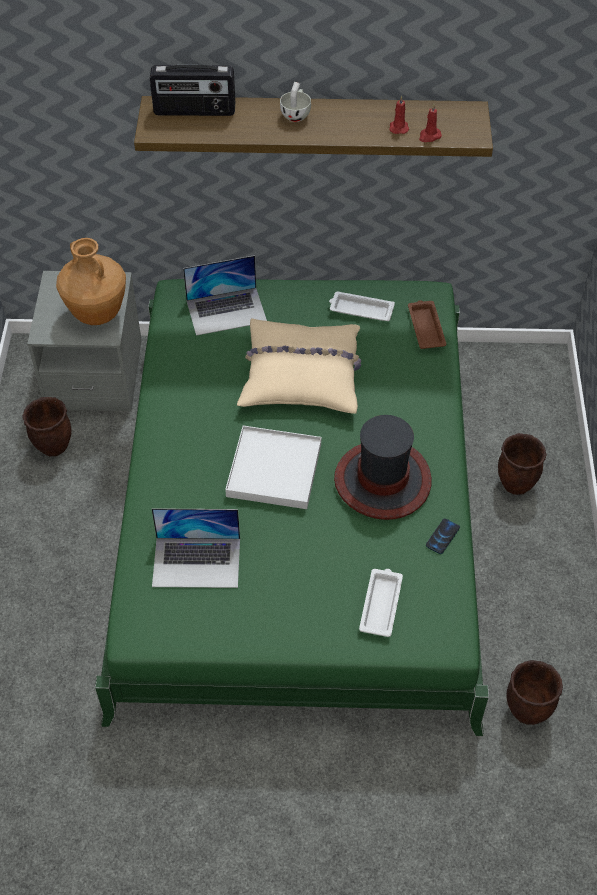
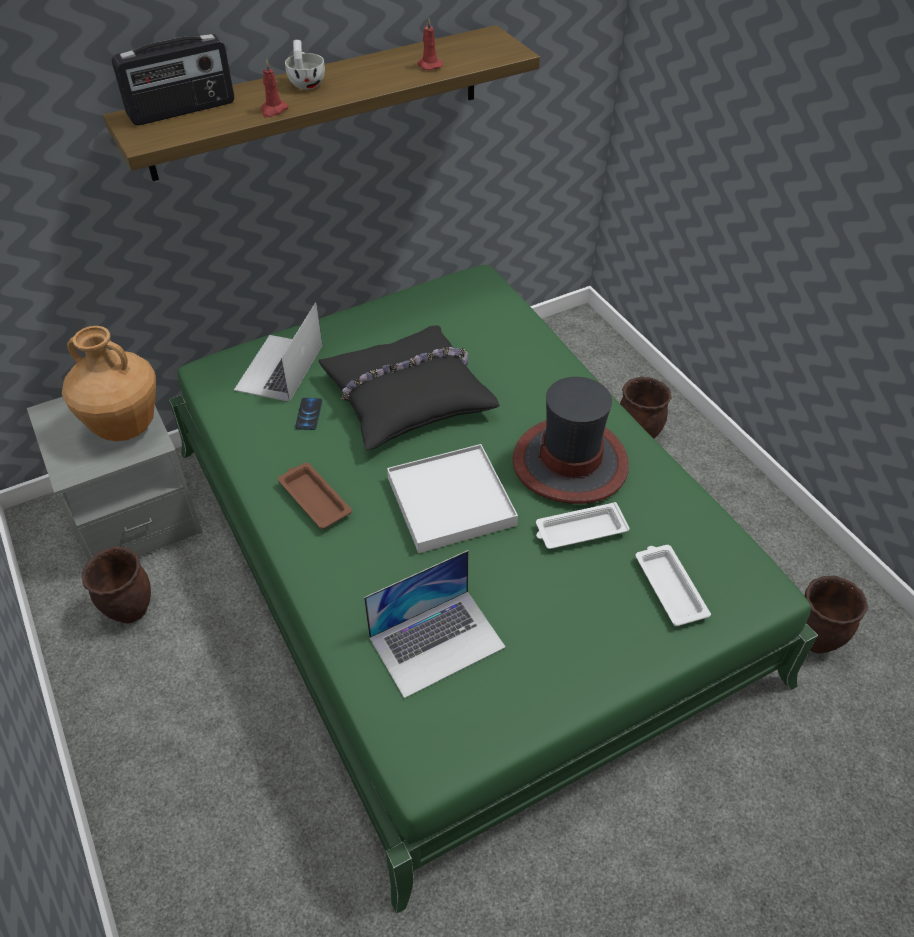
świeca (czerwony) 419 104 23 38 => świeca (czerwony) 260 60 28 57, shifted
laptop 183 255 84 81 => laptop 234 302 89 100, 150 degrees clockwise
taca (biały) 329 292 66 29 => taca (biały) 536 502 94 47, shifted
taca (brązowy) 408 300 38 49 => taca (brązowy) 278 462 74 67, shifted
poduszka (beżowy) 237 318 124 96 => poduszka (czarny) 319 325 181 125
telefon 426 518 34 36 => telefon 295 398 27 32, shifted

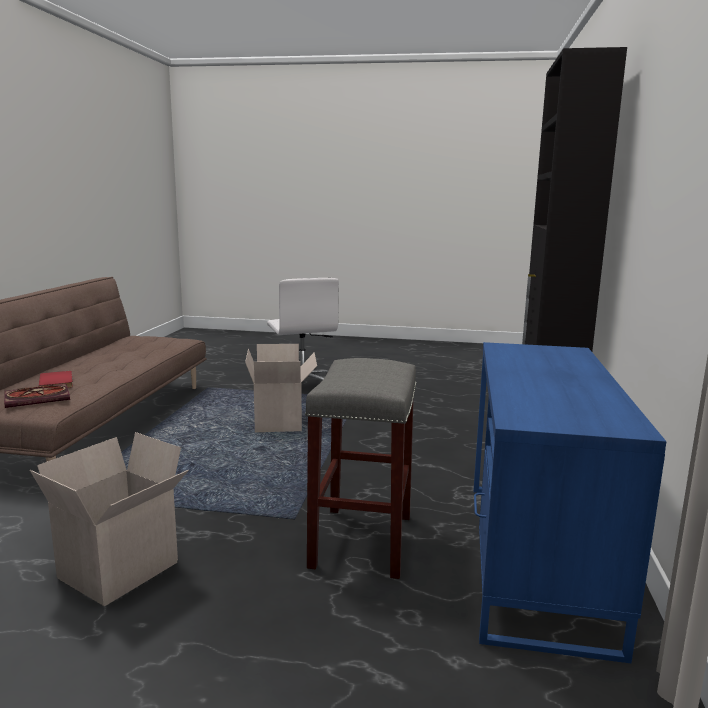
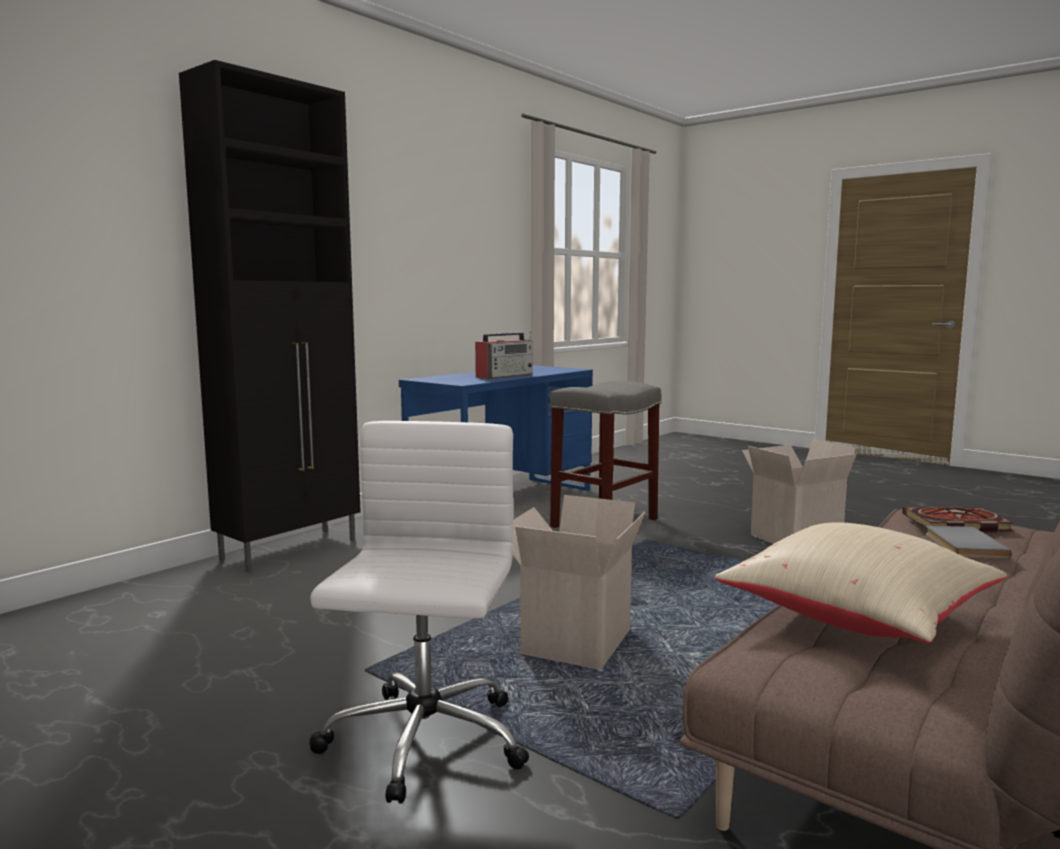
książka (czerwony) 39 371 34 17 => książka (szary) 925 526 86 33
nothing => radio 475 330 58 49
nothing => poduszka (beżowy) 715 522 292 121

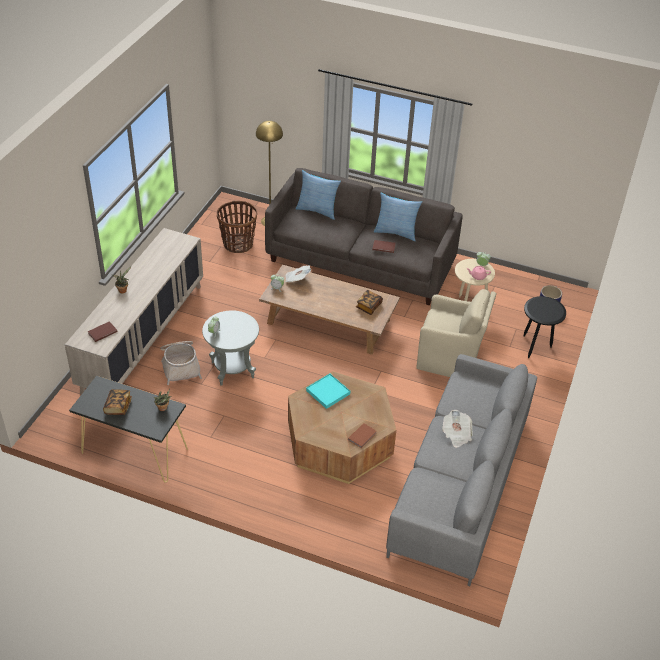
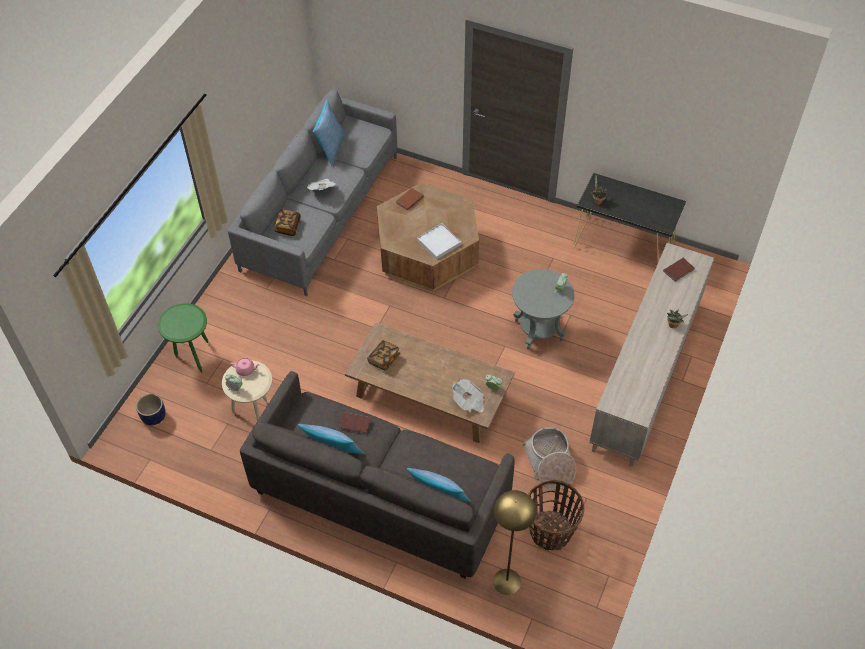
fotel (beżowy) 417 289 79 88 => nothing
stolik (czarny) 524 296 42 63 => stolik (zielony) 158 303 50 70
koszyk 160 341 42 44 => koszyk 522 427 54 63, shifted
taca (turkusowy) 306 374 44 35 => taca (biały) 417 223 44 37
książka 103 389 29 26 => książka 275 209 26 27, shifted
nothing => poduszka 313 99 32 67

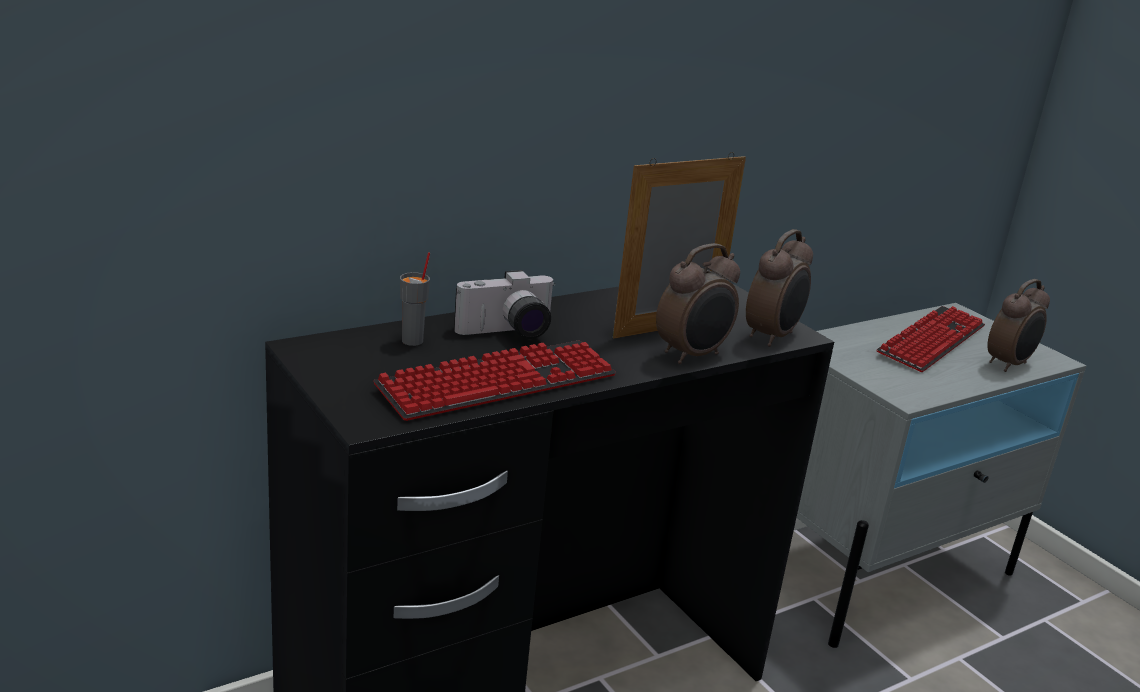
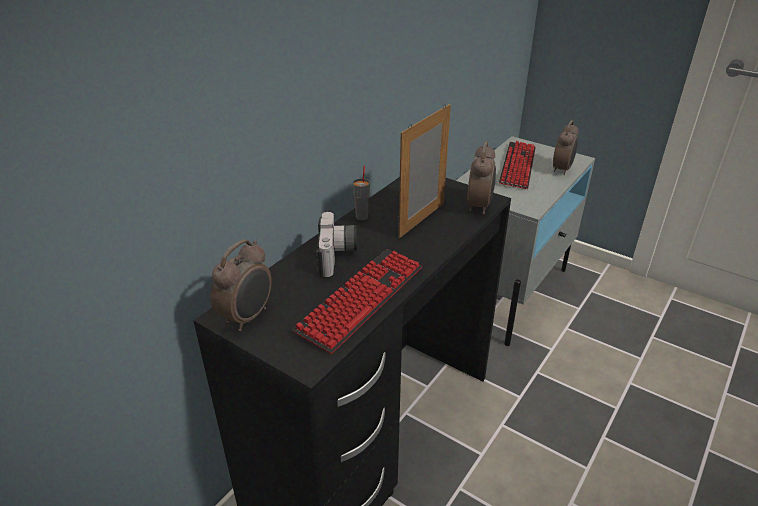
budzik 656 243 84 121 => budzik 211 239 61 93, shifted
filiżanka (szary) 400 252 30 94 => filiżanka (szary) 353 166 17 54, shifted
aparat fotograficzny 454 270 102 69 => aparat fotograficzny 316 212 41 65, 45 degrees counterclockwise

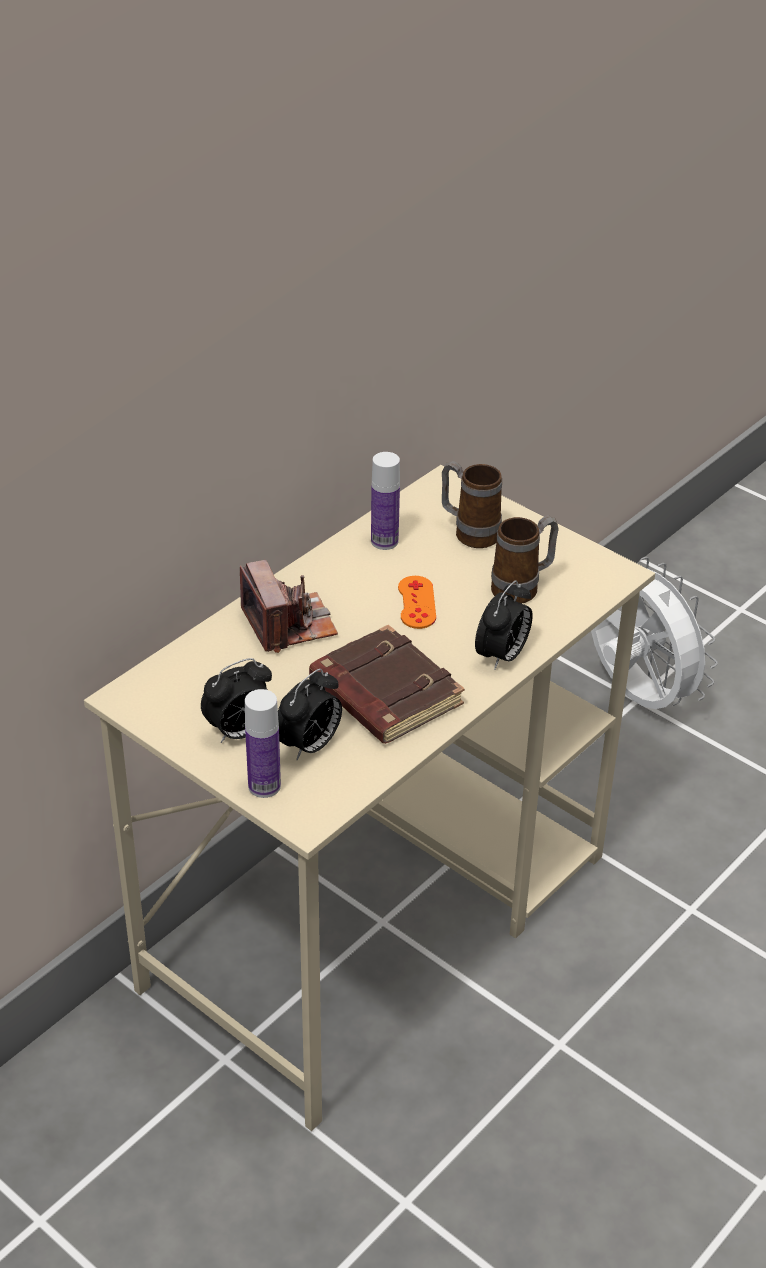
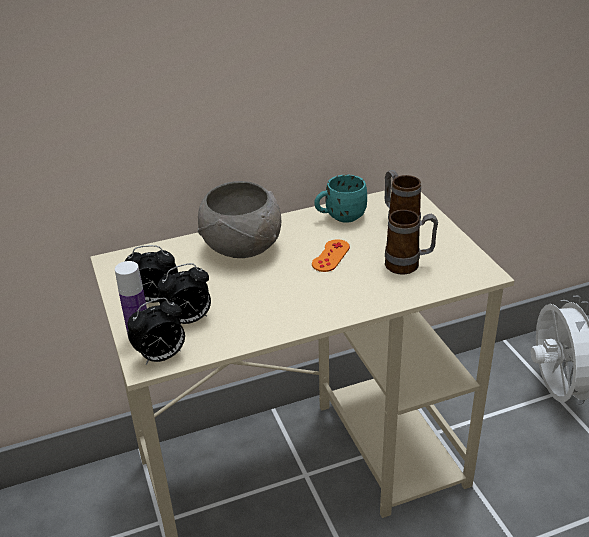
butelka 371 452 29 98 => kubek (turkusowy) 314 174 53 49
aparat fotograficzny 240 560 98 93 => miska (szary) 197 181 84 77
budzik 475 580 58 90 => budzik 127 298 58 67, shifted
książka (brązowy) 309 625 156 119 => nothing

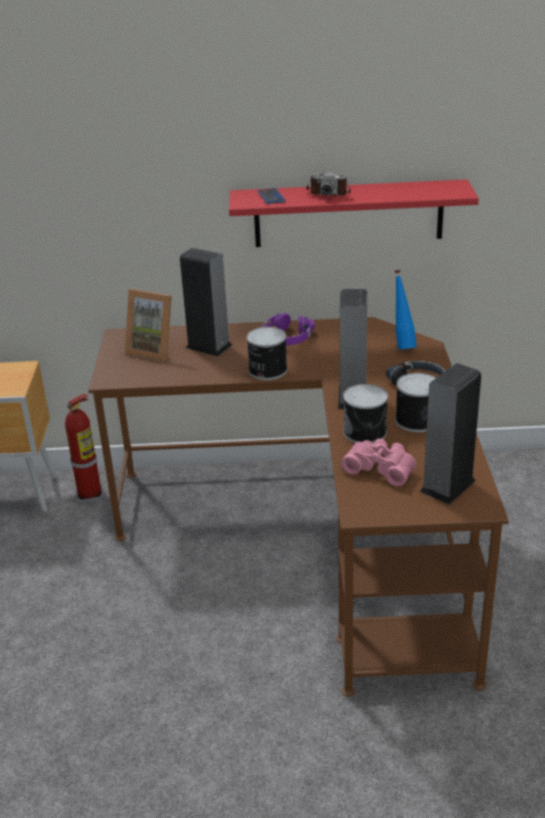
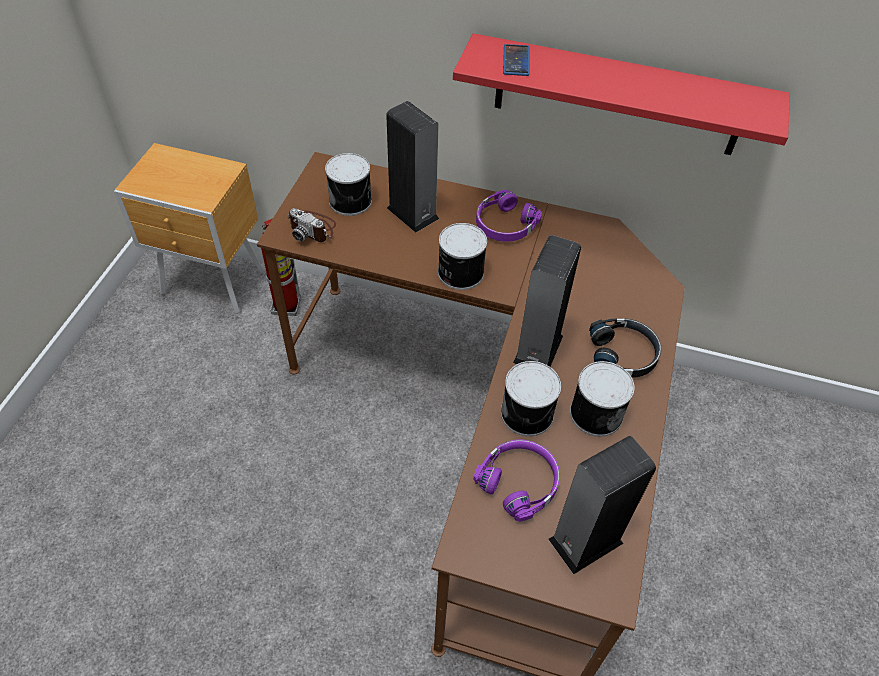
aparat fotograficzny 306 172 45 24 => aparat fotograficzny 288 208 48 34, shifted
butelka (niebieski) 394 270 23 79 => nothing
ramka na zdjęcie 125 289 47 72 => puszka 325 153 47 63
lornetka (różowy) 341 439 75 48 => słuchawki (fioletowy) 473 439 87 83

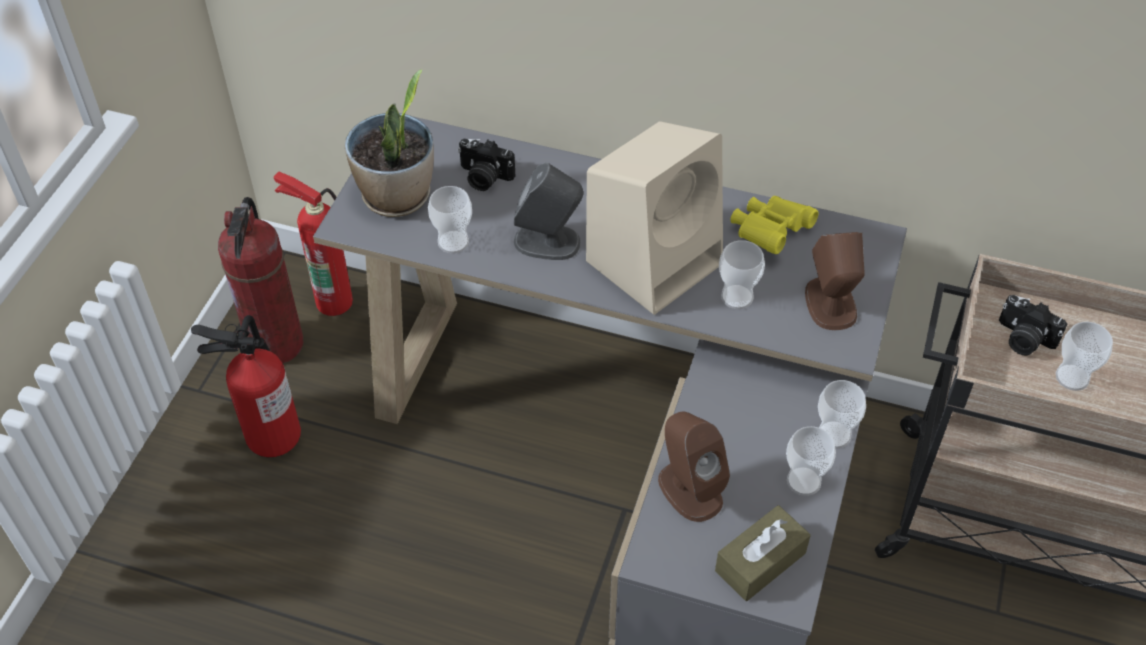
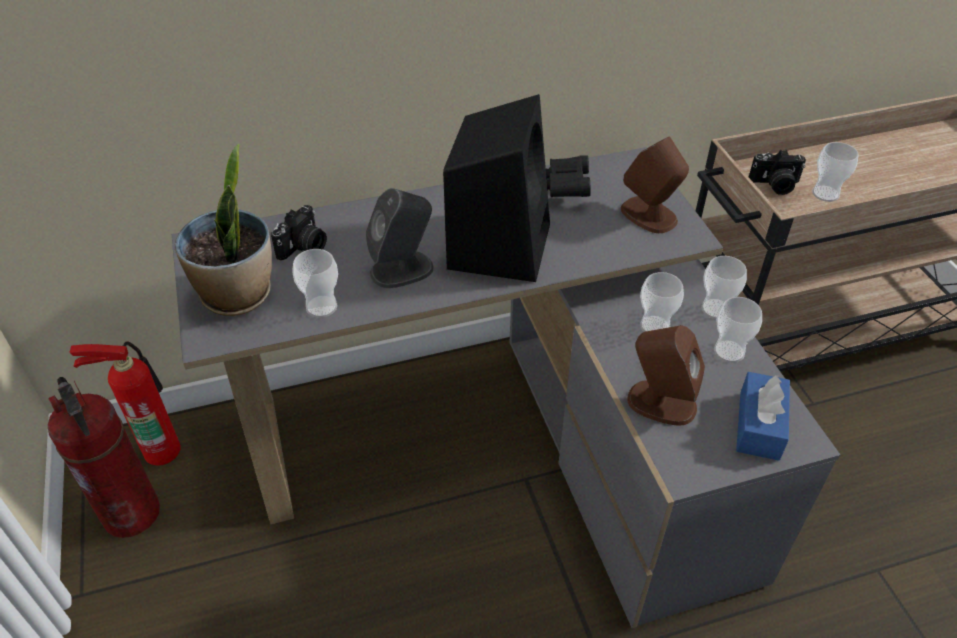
głośnik (beżowy) 586 121 137 194 => głośnik (czarny) 443 94 107 188
aparat fotograficzny 458 138 57 53 => aparat fotograficzny 271 205 56 56, 45 degrees counterclockwise
lornetka (żółty) 730 196 88 58 => lornetka (czarny) 546 155 45 42
filiżanka 719 240 46 69 => filiżanka 640 272 44 60, shifted
gaśnica 191 315 110 142 => nothing
pudełko chusteczek (brązowy) 715 505 96 96 => pudełko chusteczek (niebieski) 736 372 54 89

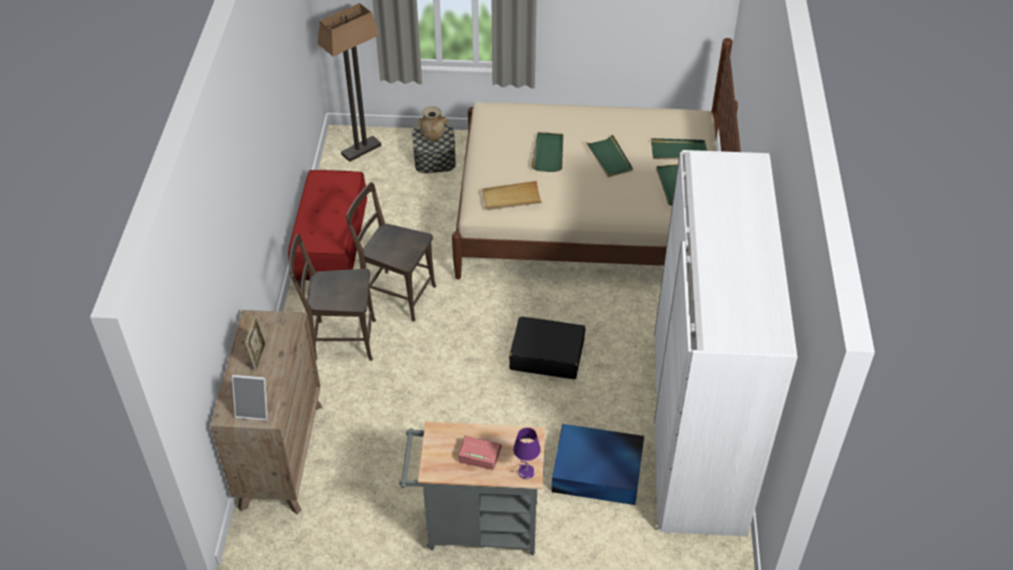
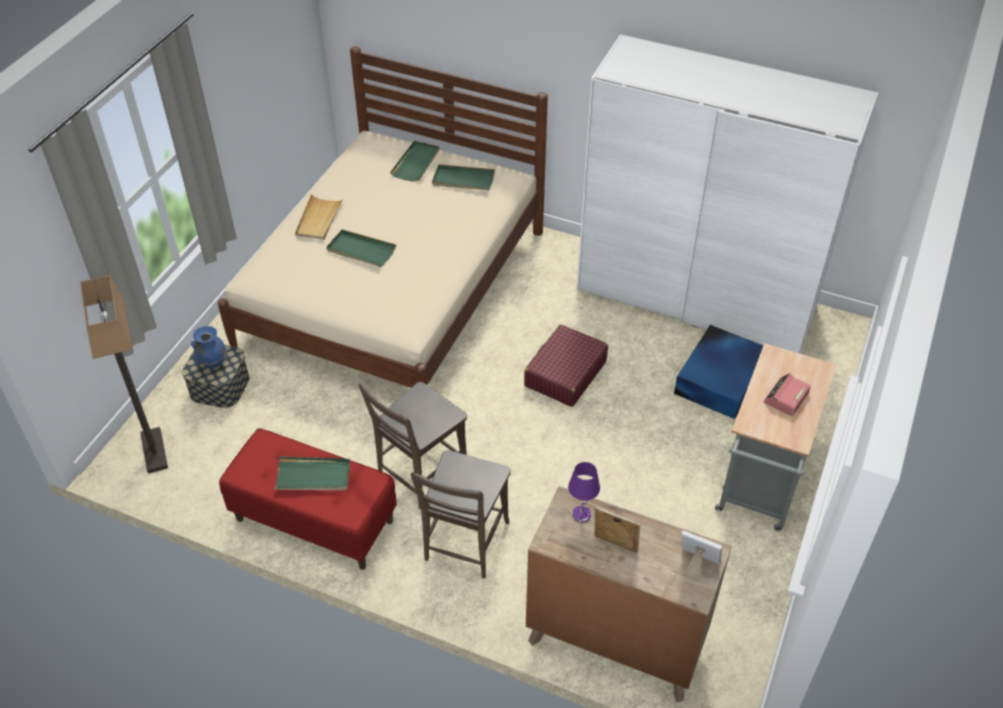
wazon (beżowy) 417 106 31 36 => wazon (niebieski) 191 326 36 42
taca (zielony) 585 134 48 43 => taca (zielony) 274 456 76 34, shifted
taca (beżowy) 482 181 60 29 => taca (beżowy) 295 194 48 46, shifted
walizka (czarny) 509 317 76 62 => walizka (czerwony) 524 325 84 82
ramka na zdjęcie 232 375 36 46 => ramka na zdjęcie 681 531 41 52, 90 degrees counterclockwise
lampa stołowa (fioletowy) 513 428 28 51 => lampa stołowa (fioletowy) 568 462 32 61, shifted

